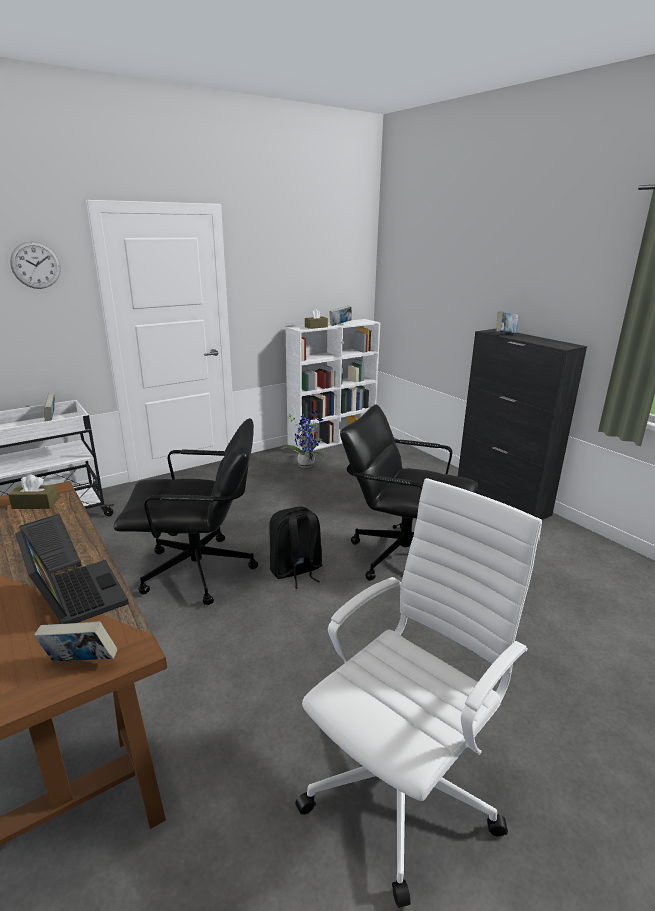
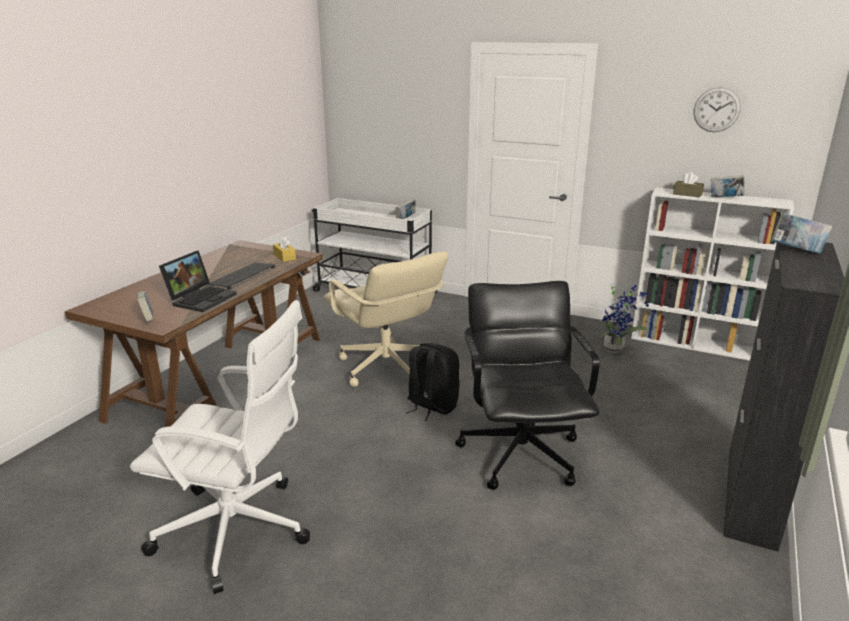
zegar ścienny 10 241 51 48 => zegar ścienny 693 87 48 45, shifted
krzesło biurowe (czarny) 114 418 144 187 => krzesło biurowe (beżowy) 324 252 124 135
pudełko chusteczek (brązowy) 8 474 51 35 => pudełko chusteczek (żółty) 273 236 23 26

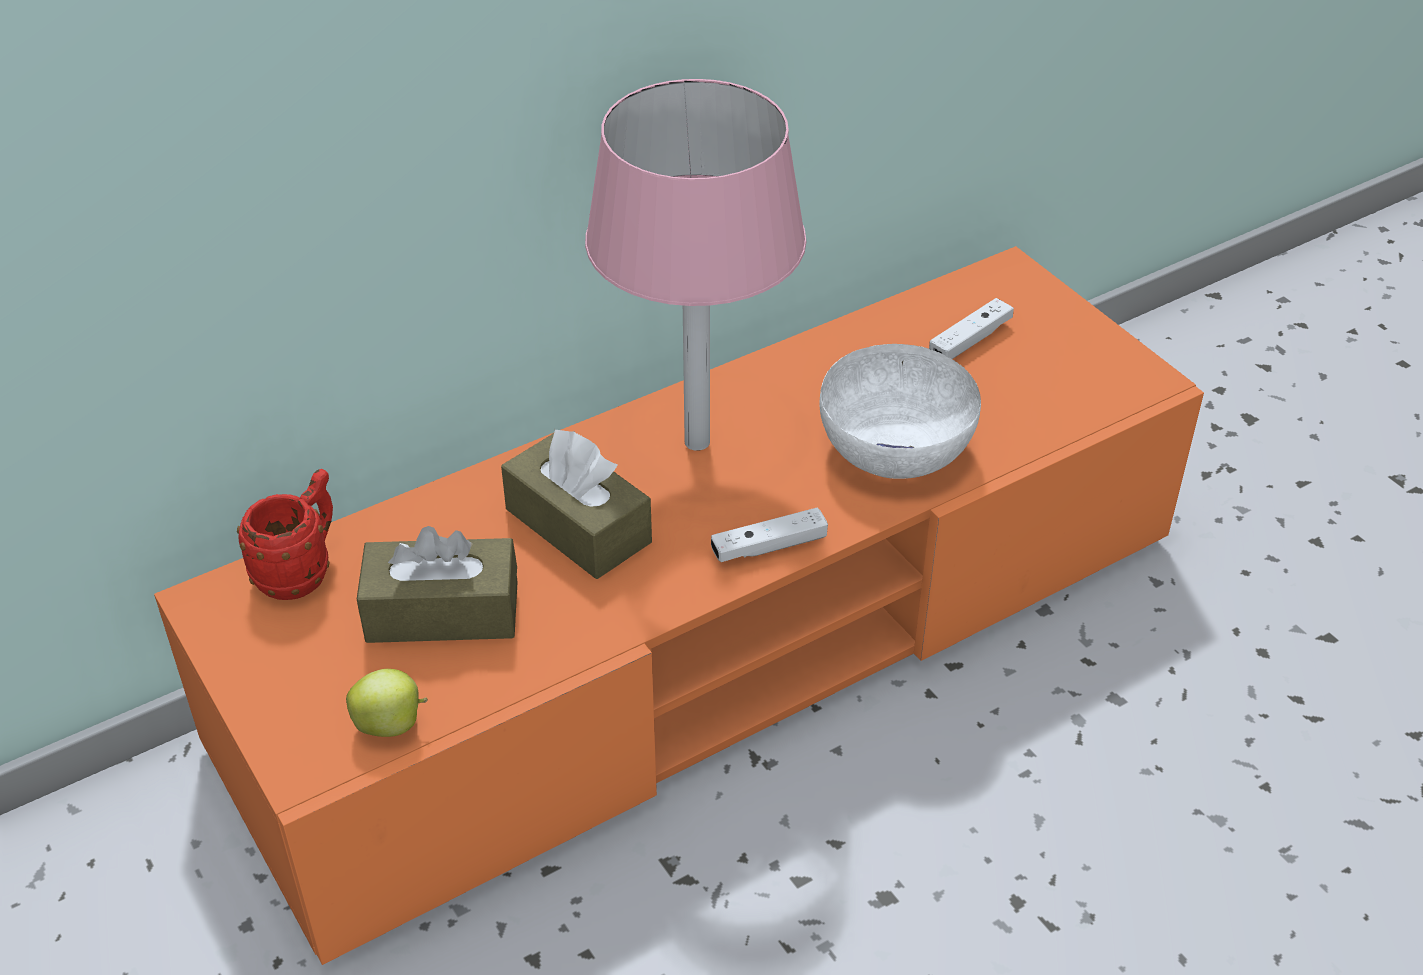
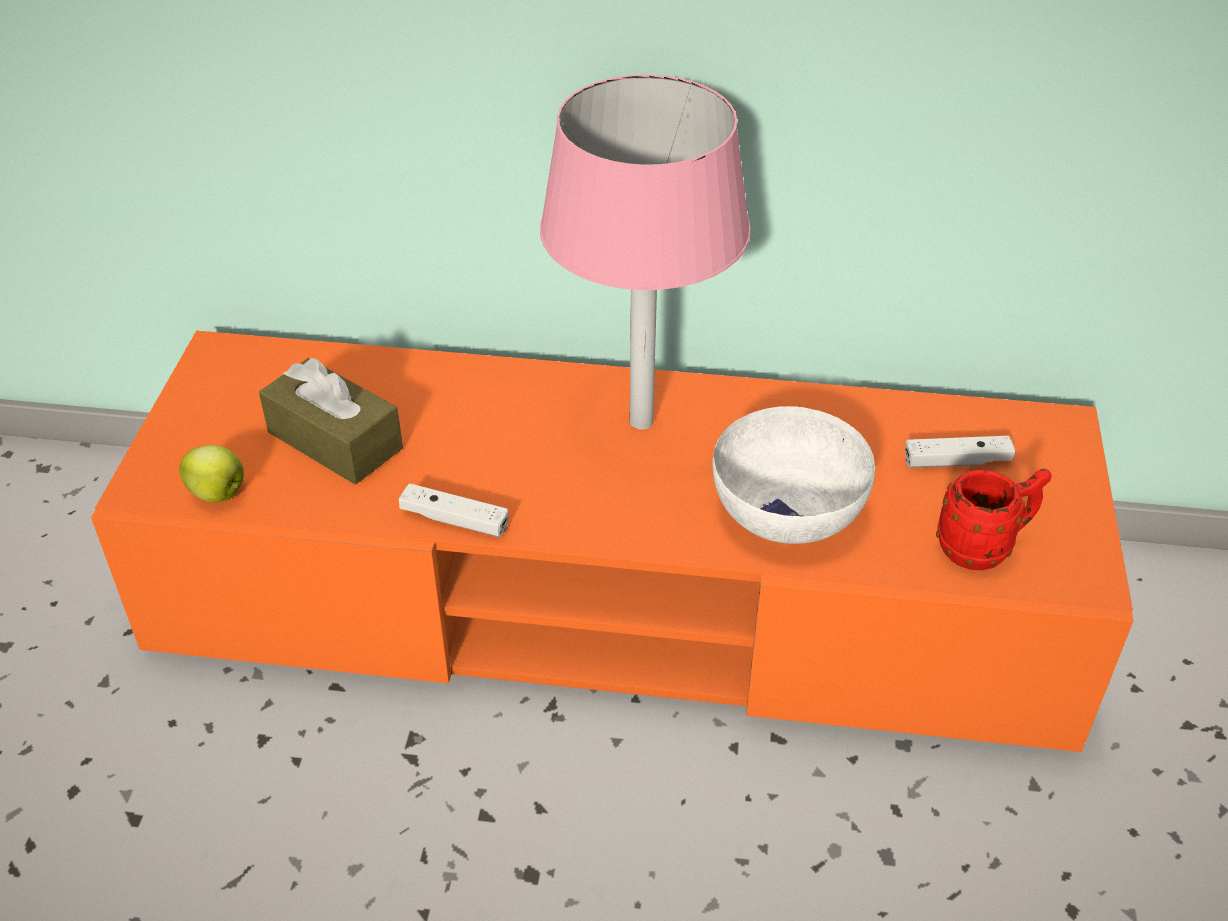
pudełko chusteczek (brązowy) 501 428 151 151 => nothing
kubek (czerwony) 237 469 96 131 => kubek (czerwony) 936 469 116 101, shifted
pad do gier (biały) 711 507 117 55 => pad do gier (biały) 399 483 110 54, shifted

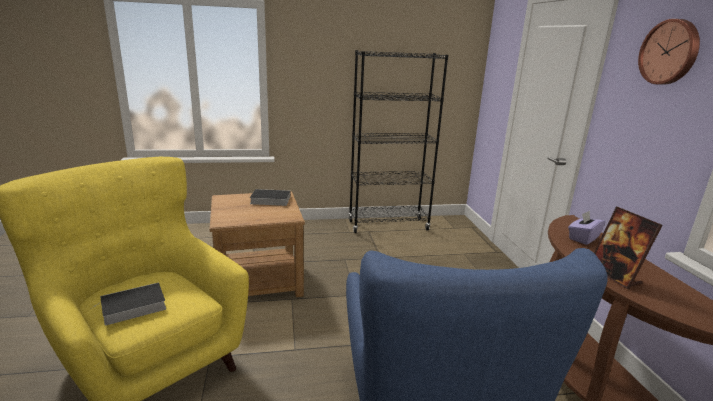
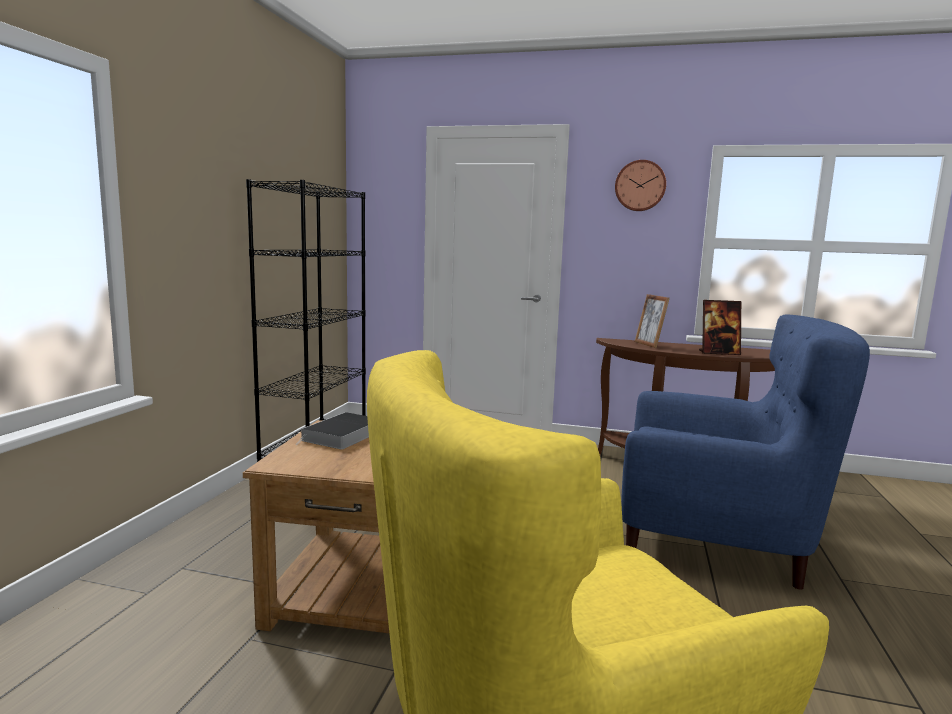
pudełko chusteczek (fioletowy) 568 210 37 35 => ramka na zdjęcie 635 294 35 54
książka 91 282 75 43 => nothing

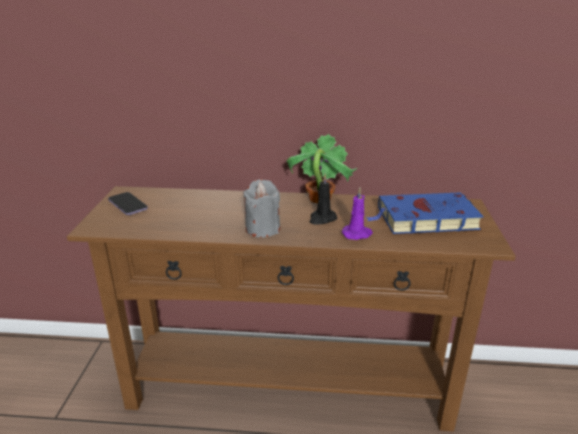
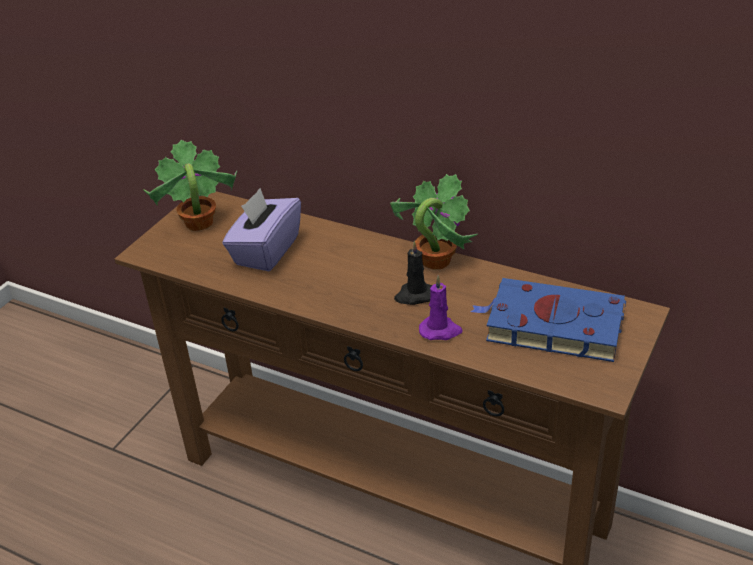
świeca (szary) 243 179 37 58 => nothing
telefon 108 192 40 23 => roślina doniczkowa 143 140 94 91
nothing => pudełko chusteczek (fioletowy) 222 188 79 83

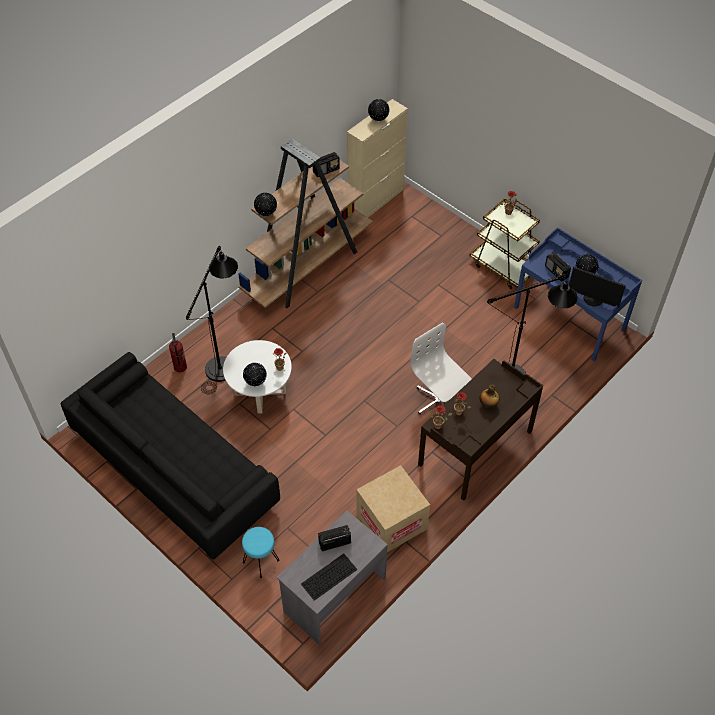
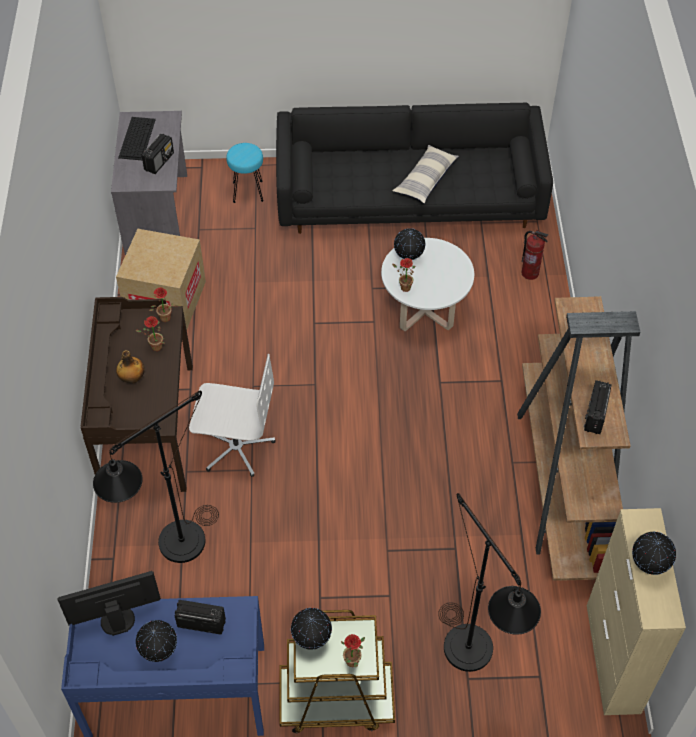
globus 254 193 23 23 => globus 291 608 41 42, shifted
lampa stojąca (czarny) 186 246 52 148 => lampa stojąca (czarny) 438 493 103 179, shifted
nothing => poduszka 393 145 66 59

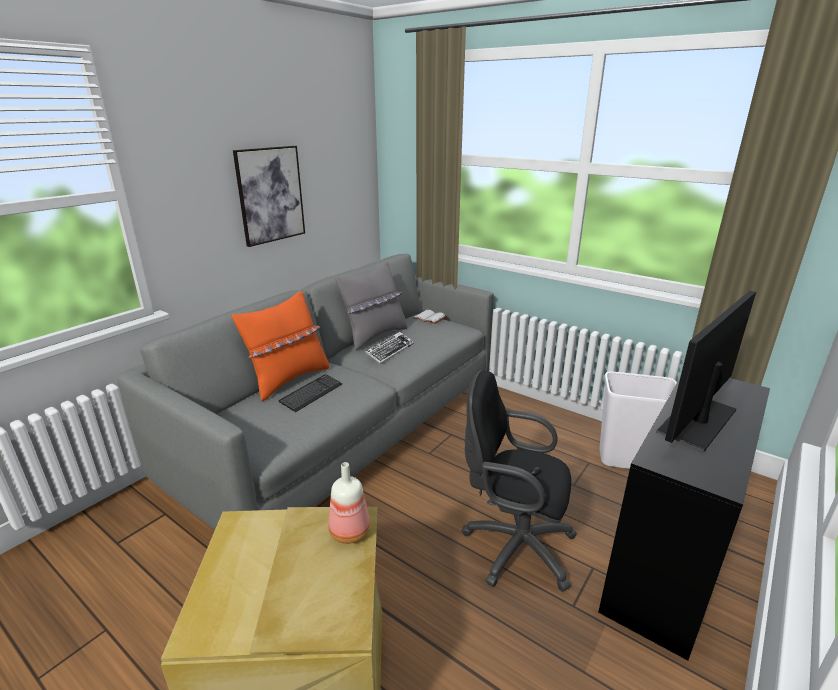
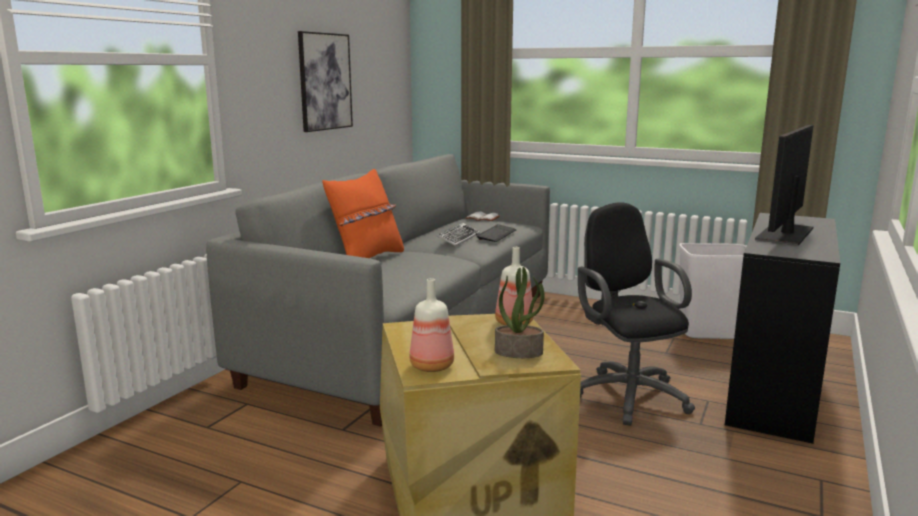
poduszka (szary) 335 262 73 89 => nothing
krzesło biurowe (czarny) 461 370 116 222 => krzesło biurowe (czarny) 578 202 117 223, 60 degrees clockwise
klawiatura 278 374 64 38 => klawiatura 477 224 40 18, shifted
nothing => roślina doniczkowa 495 267 50 91
nothing => butelka 410 278 44 94

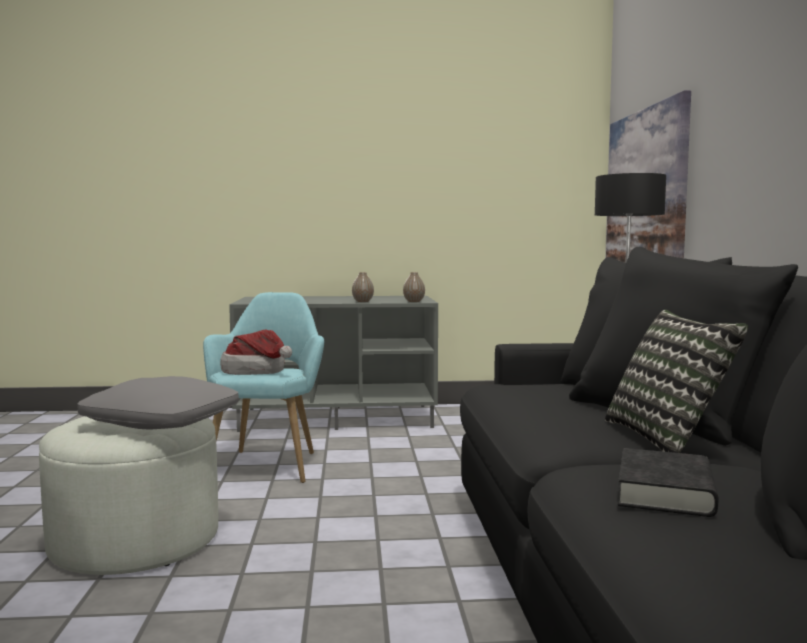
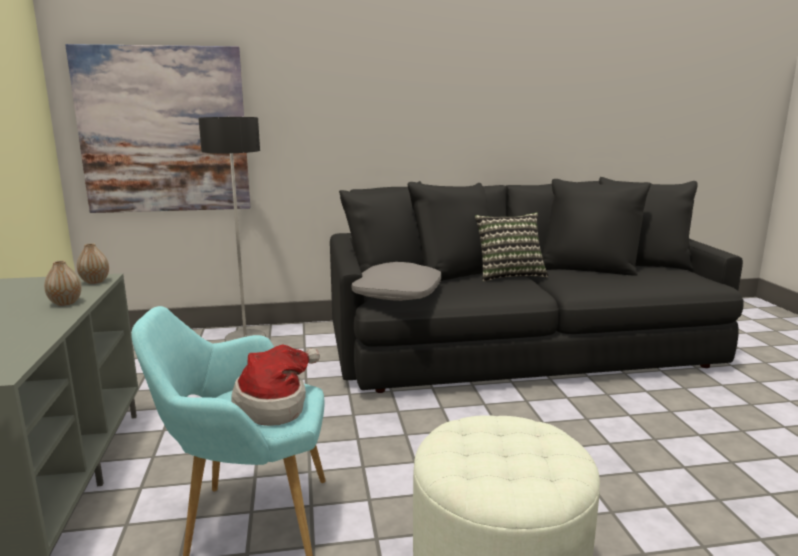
poduszka (szary) 77 376 162 54 => poduszka (szary) 352 262 89 39, shifted
książka (czarny) 618 448 100 69 => nothing

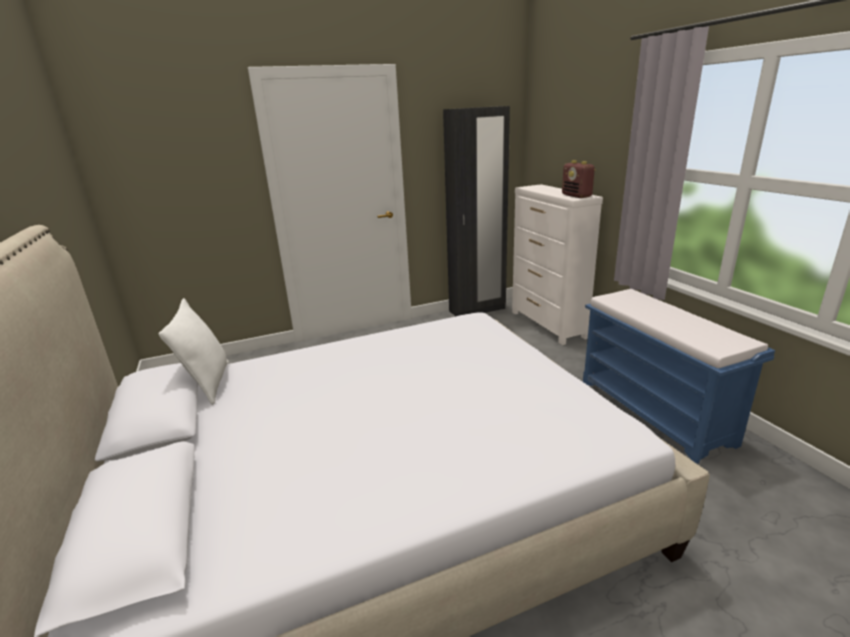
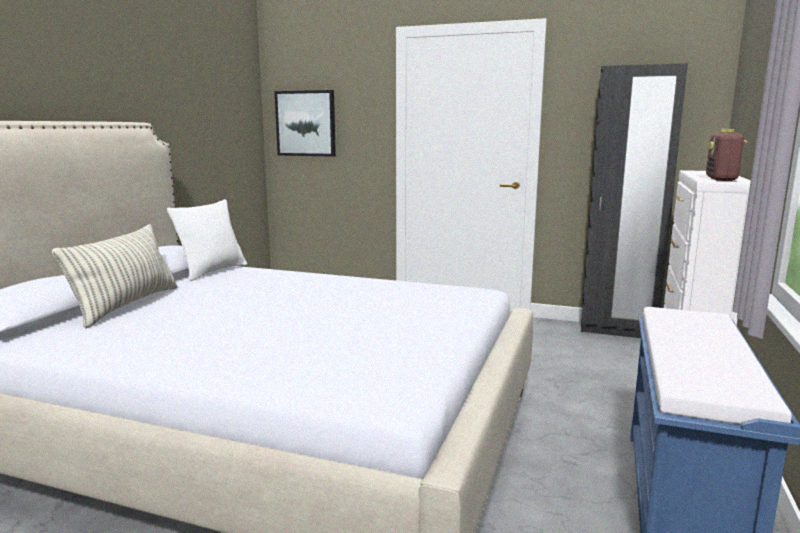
nothing => obraz 275 90 61 67
nothing => poduszka 52 224 125 104

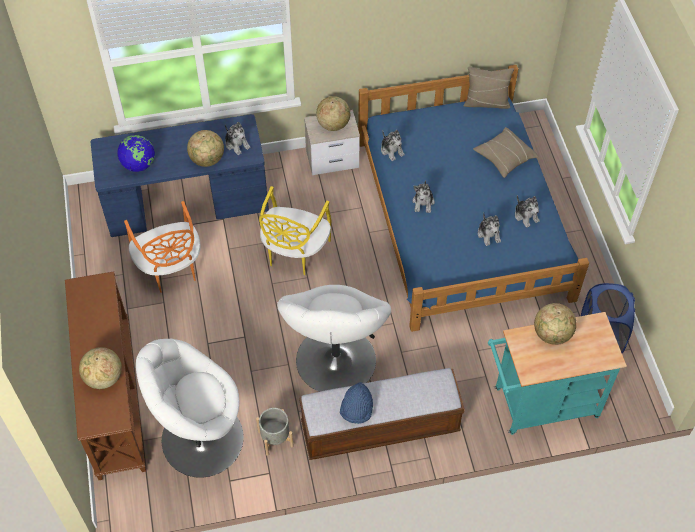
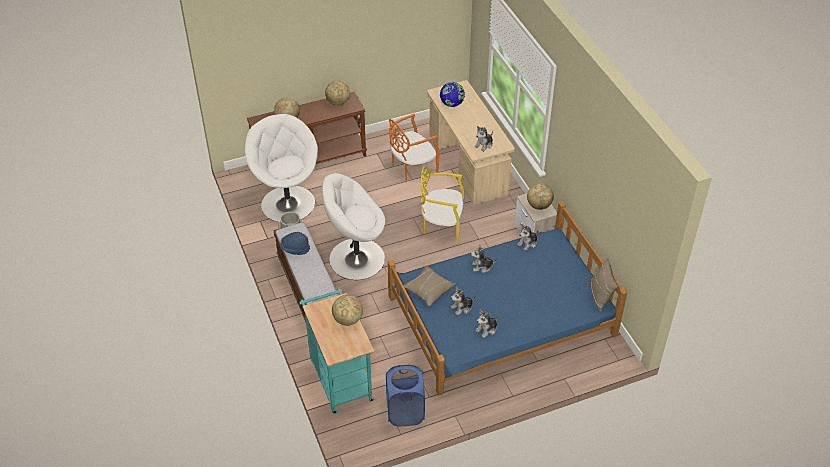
biurko (niebieski) 91 114 178 123 => biurko (beżowy) 427 80 88 125
poduszka (beżowy) 473 127 66 51 => poduszka (beżowy) 403 265 52 41, shifted
globus 187 130 37 37 => globus 325 81 25 25, shifted

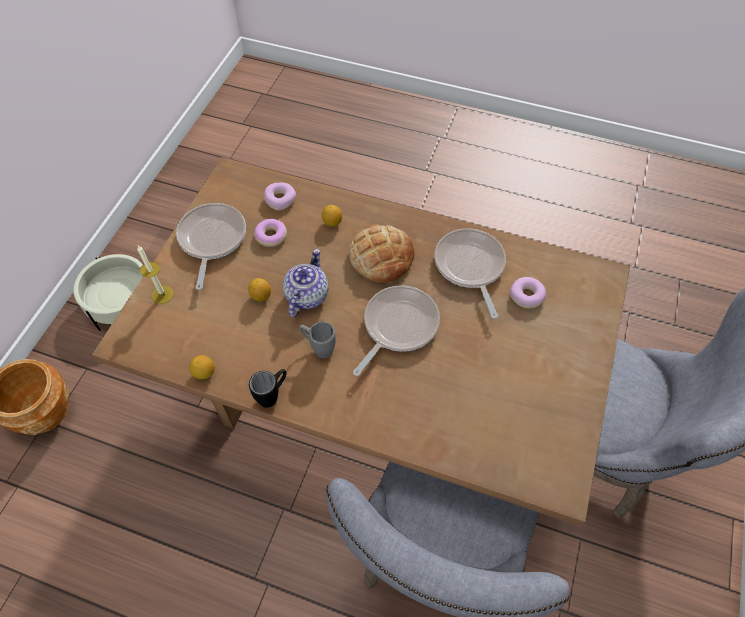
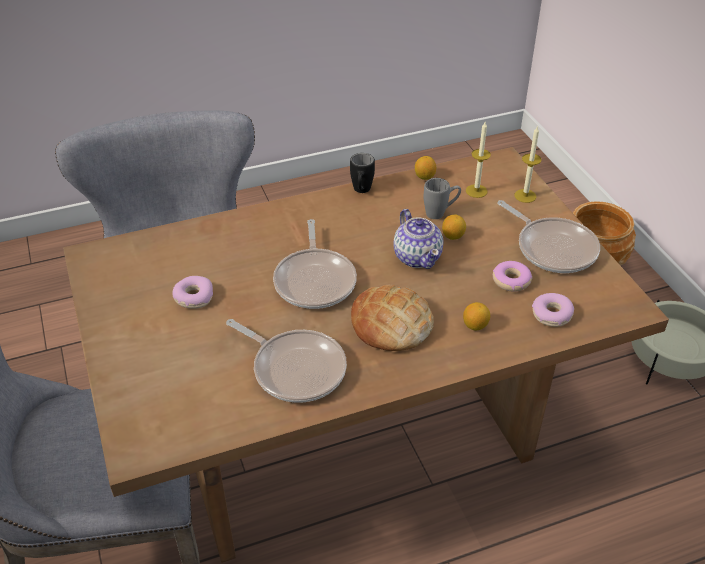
donut 510 277 36 31 => donut 172 276 41 33, shifted
kubek (szary) 299 321 37 37 => kubek (szary) 424 178 37 41, shifted
nothing => świeca 466 122 25 76

